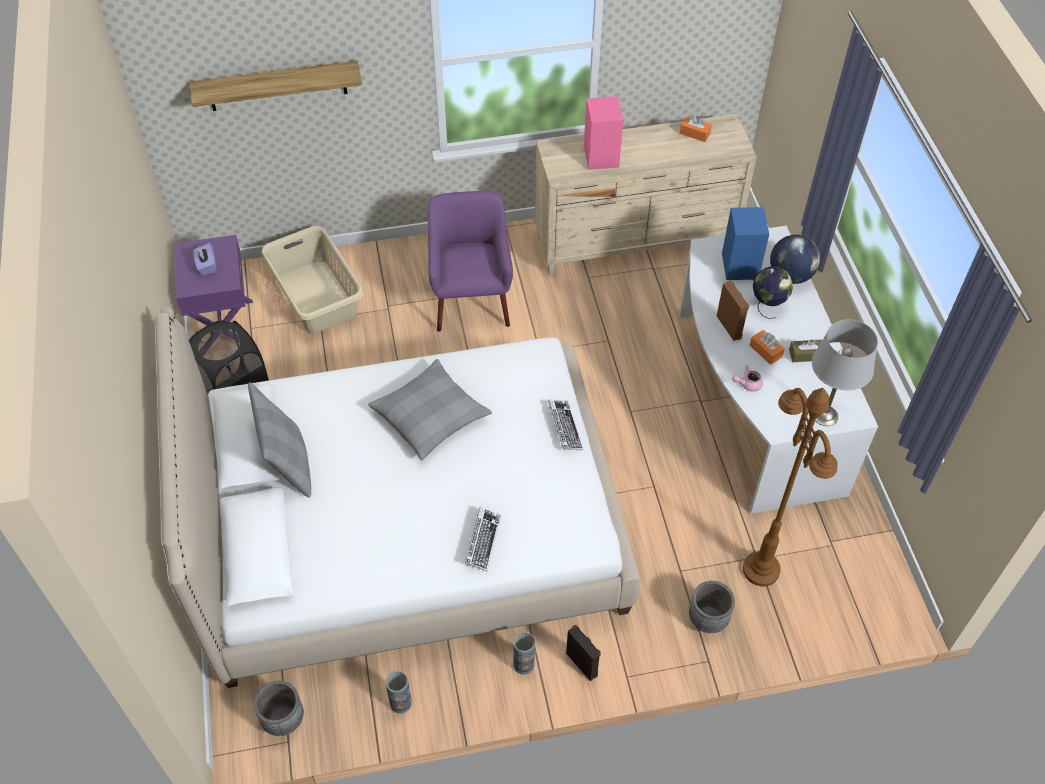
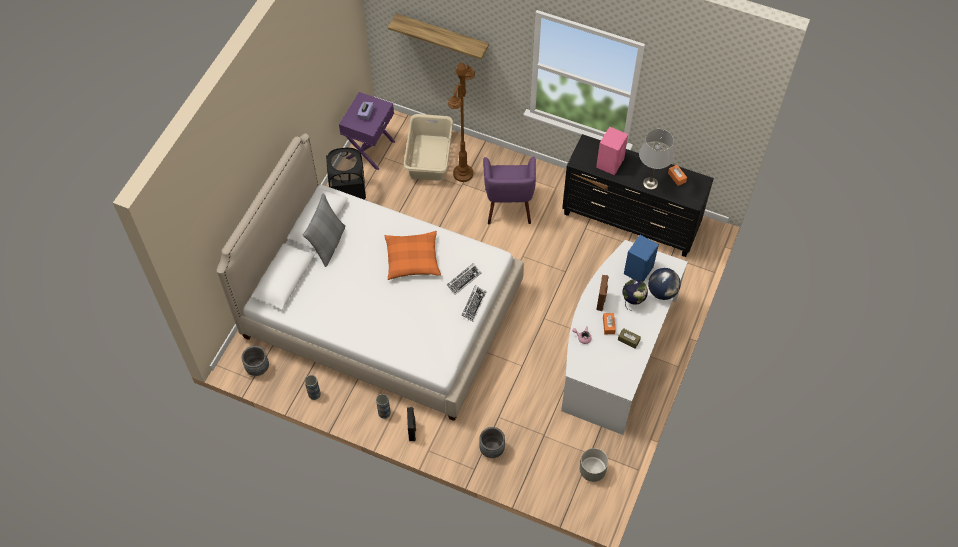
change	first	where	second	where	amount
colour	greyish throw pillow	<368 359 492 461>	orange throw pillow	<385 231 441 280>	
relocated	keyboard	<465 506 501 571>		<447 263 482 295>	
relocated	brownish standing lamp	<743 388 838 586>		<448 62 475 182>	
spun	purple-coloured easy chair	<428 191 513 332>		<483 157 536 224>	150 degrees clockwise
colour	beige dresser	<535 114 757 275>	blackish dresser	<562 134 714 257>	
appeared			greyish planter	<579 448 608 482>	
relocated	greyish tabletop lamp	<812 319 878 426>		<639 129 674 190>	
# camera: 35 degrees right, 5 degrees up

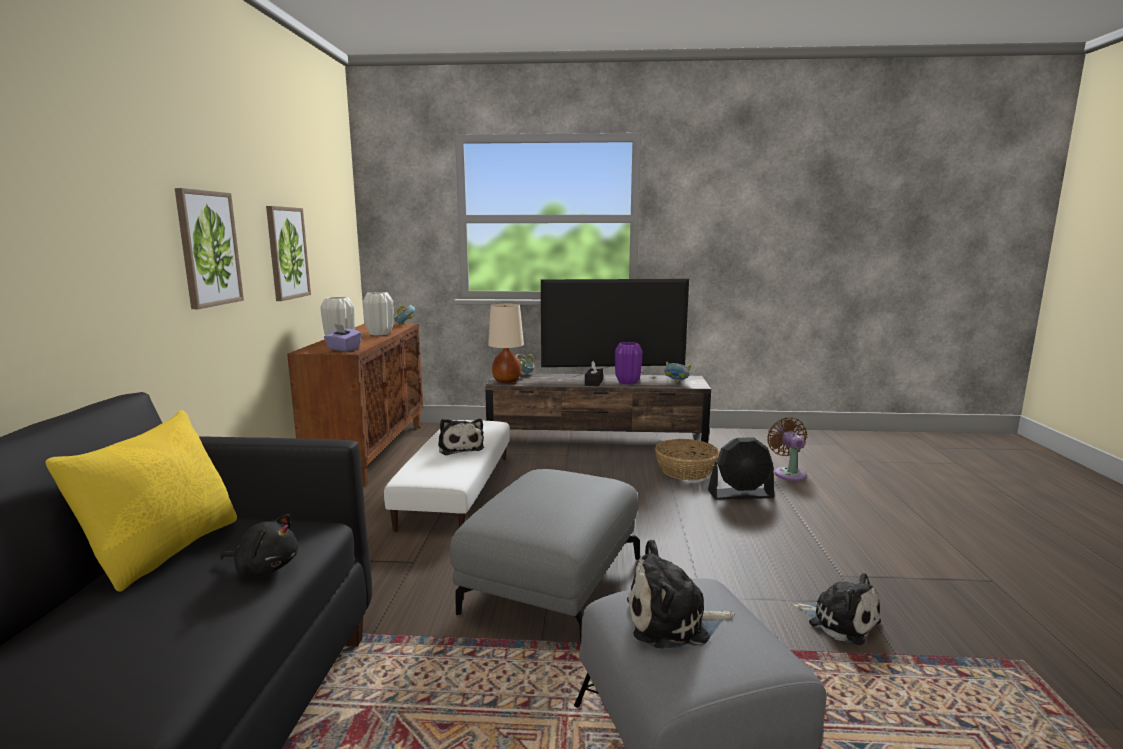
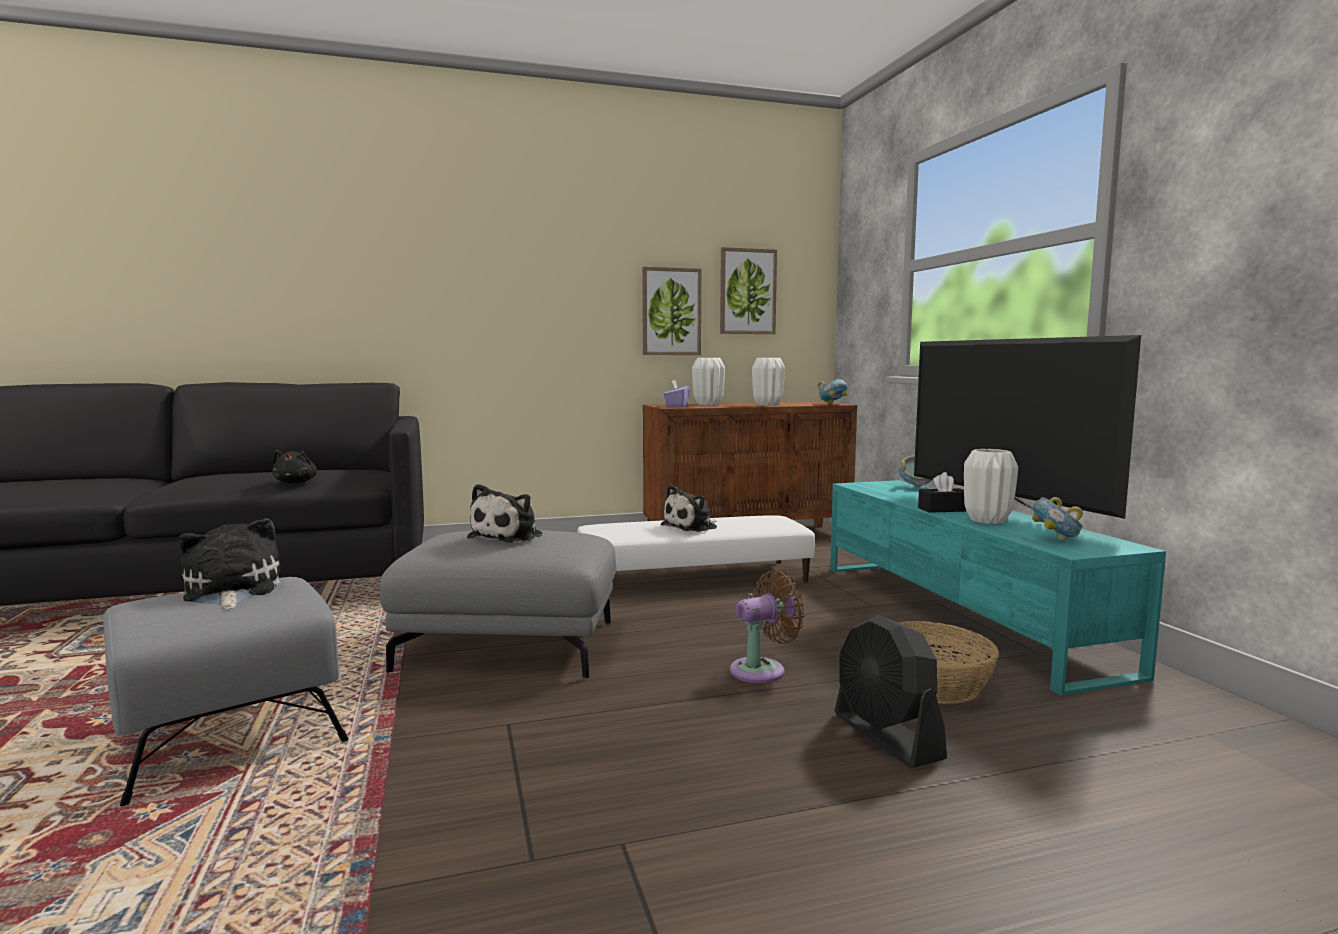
change	first	where	second	where	amount
relocated	cuddly toy	<791 573 881 645>		<467 484 543 542>	
relocated	wall art	<175 188 244 309>		<720 247 777 334>	
relocated	brownish electric fan	<767 417 807 481>		<730 570 805 683>	
colour	brownish tv stand	<485 373 711 448>	turquoise tv stand	<830 480 1166 696>	
colour	purple-coloured decorative vase	<615 342 643 384>	whitish decorative vase	<964 449 1018 524>	
missing	yellowish throw pillow	<45 410 237 592>			
missing	beige tabletop lamp	<488 303 524 383>			
# camera: 70 degrees right, 5 degrees down

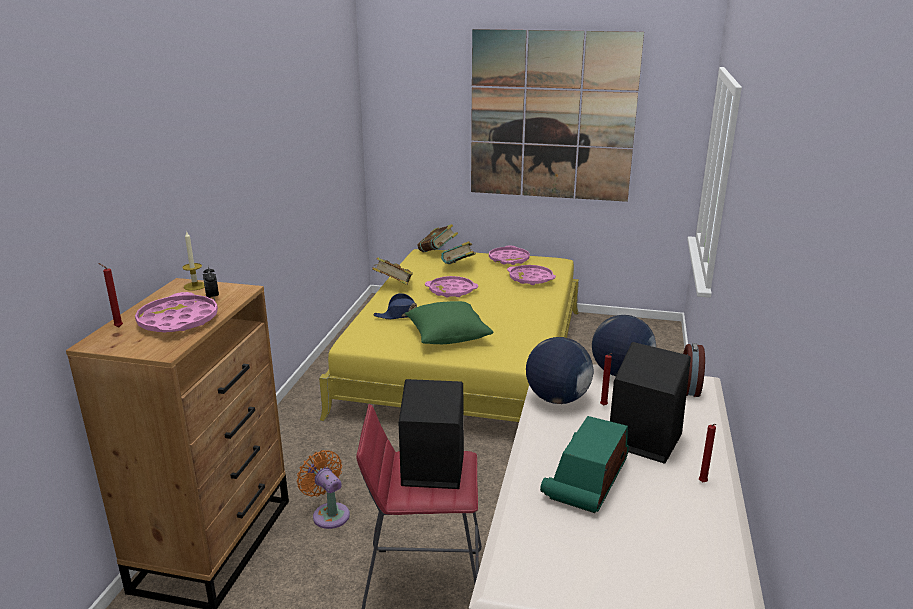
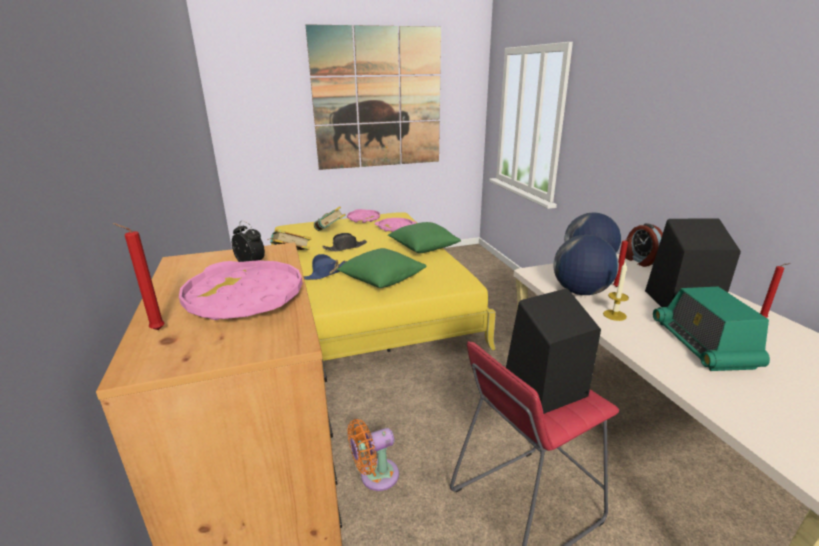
change	first	where	second	where	amount
exchanged	pinkish tray	<425 276 478 297>	blackish clothing hat	<322 233 367 252>	
spun	orange electric fan	<297 450 350 529>		<347 419 399 491>	45 degrees counterclockwise
appeared			green-coloured throw pillow	<388 222 461 253>	
relocated	candle	<182 230 205 291>		<603 261 629 321>	
missing	volume	<418 224 458 253>			
# camera: 30 degrees left, 0 degrees up

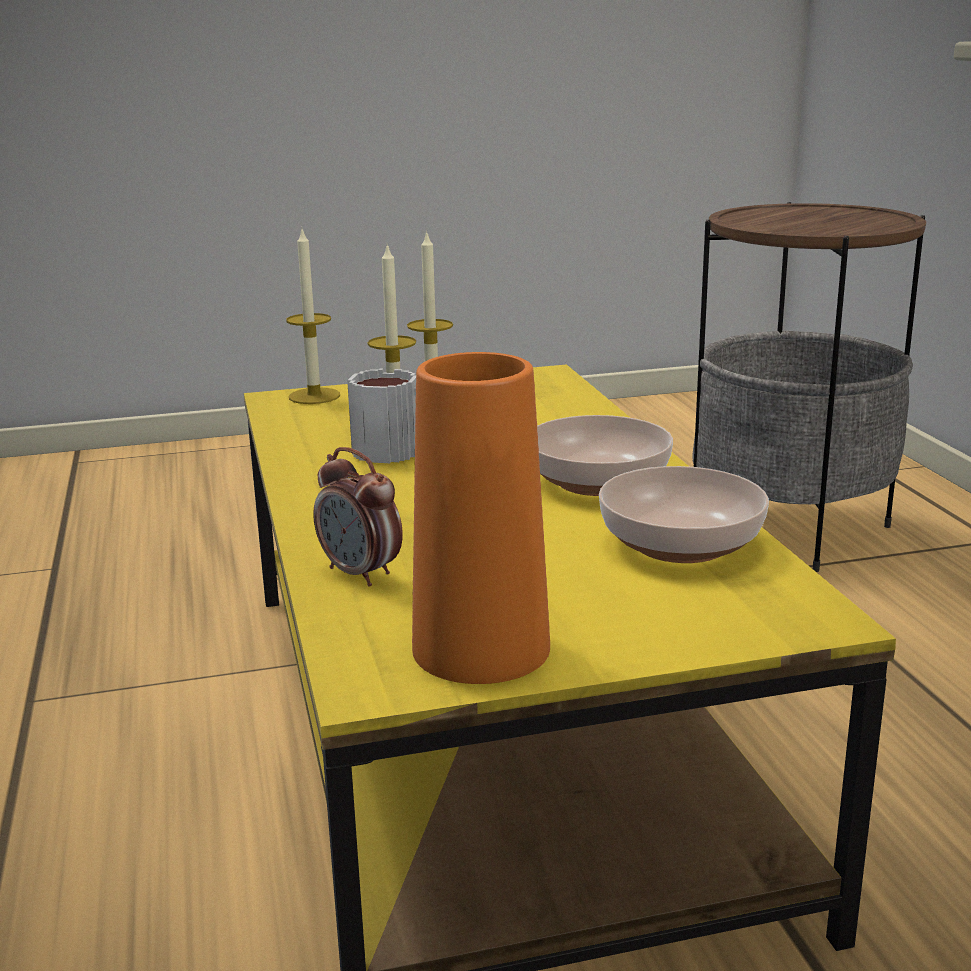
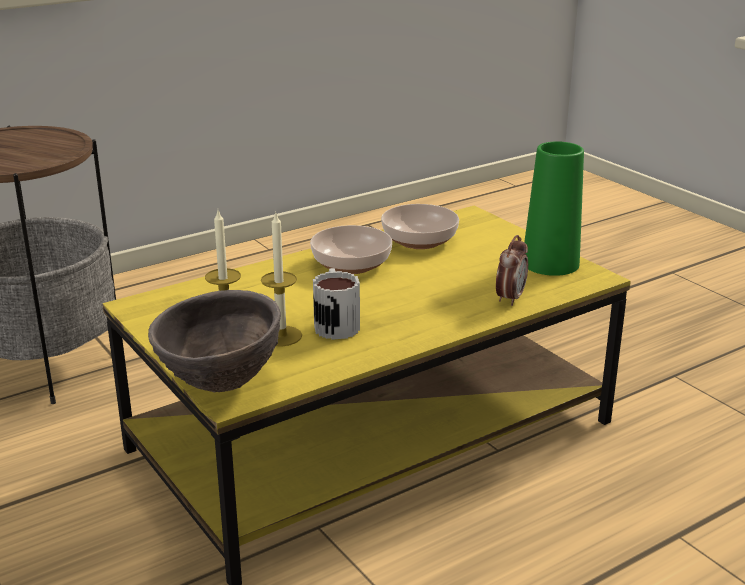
change	first	where	second	where	amount
exchanged	candle	<286 230 340 404>	brownish serving bowl	<148 290 281 392>	
colour	orange decorative vase	<412 352 550 684>	green-coloured decorative vase	<524 141 584 276>	
# camera: 110 degrees left, 5 degrees up

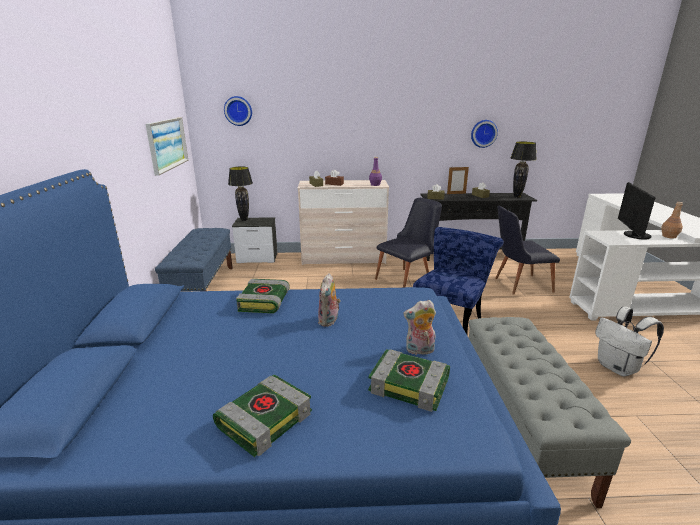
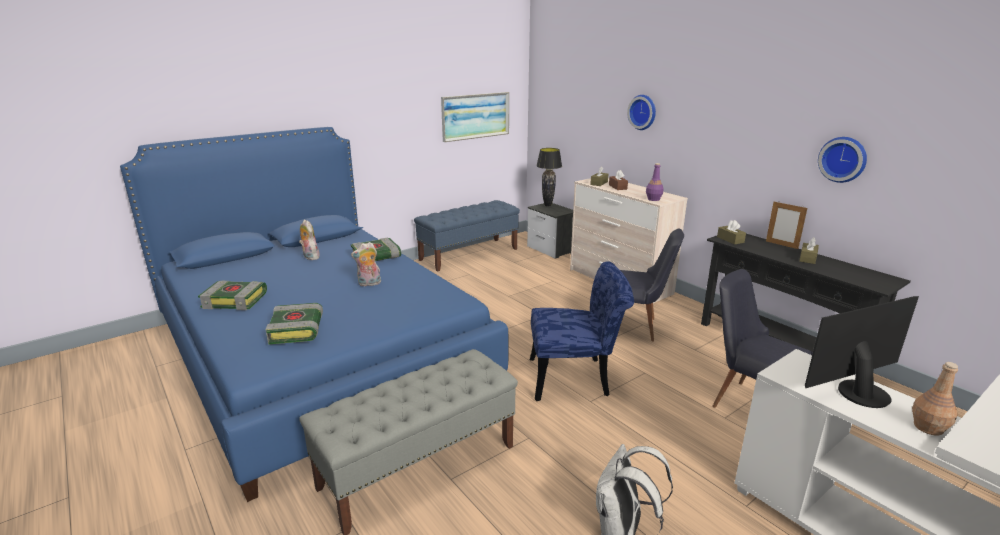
change	first	where	second	where	amount
relocated	cuddly toy	<403 300 436 355>		<299 219 320 260>	
relocated	wall clock	<224 96 252 126>		<627 95 656 130>	
missing	blackish tabletop lamp	<511 142 537 198>			
# camera: 55 degrees right, 0 degrees up

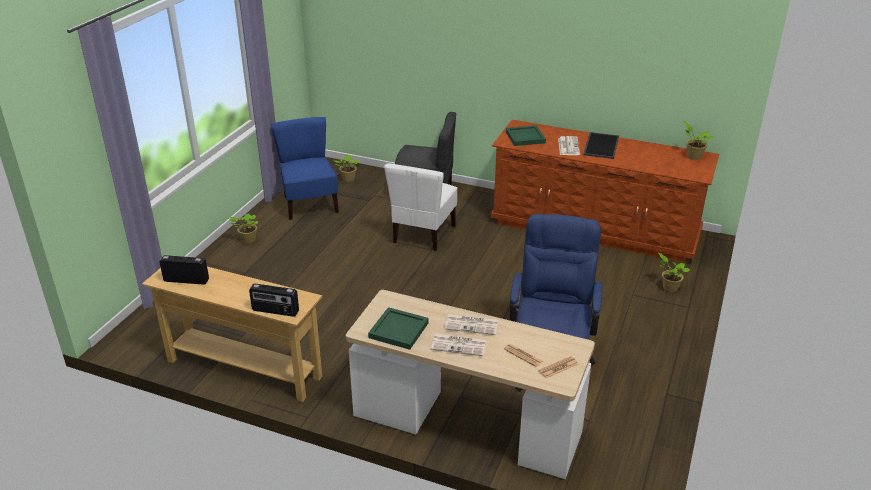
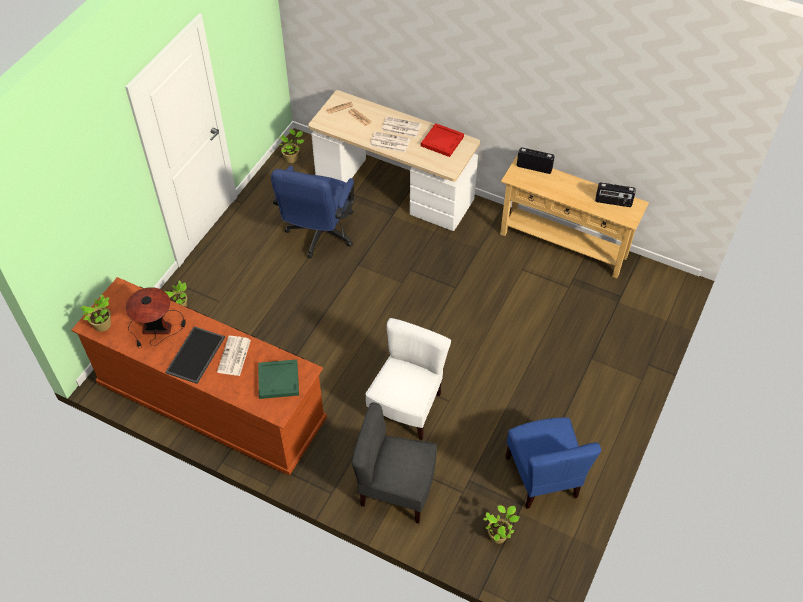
change	first	where	second	where	amount
appeared			tabletop lamp	<126 287 186 348>	
relocated	potted plant	<229 213 258 244>		<279 129 305 163>	
colour	green-coloured tray	<368 307 429 350>	reddish tray	<421 123 464 157>	
# camera: 175 degrees left, 20 degrees up

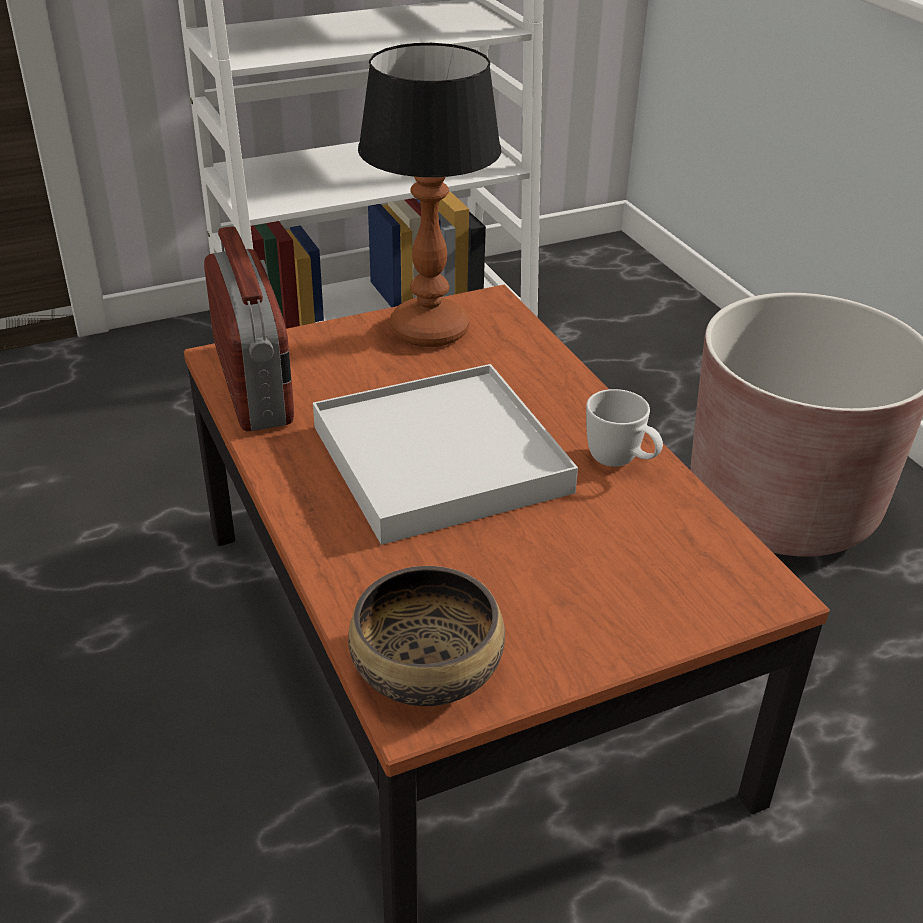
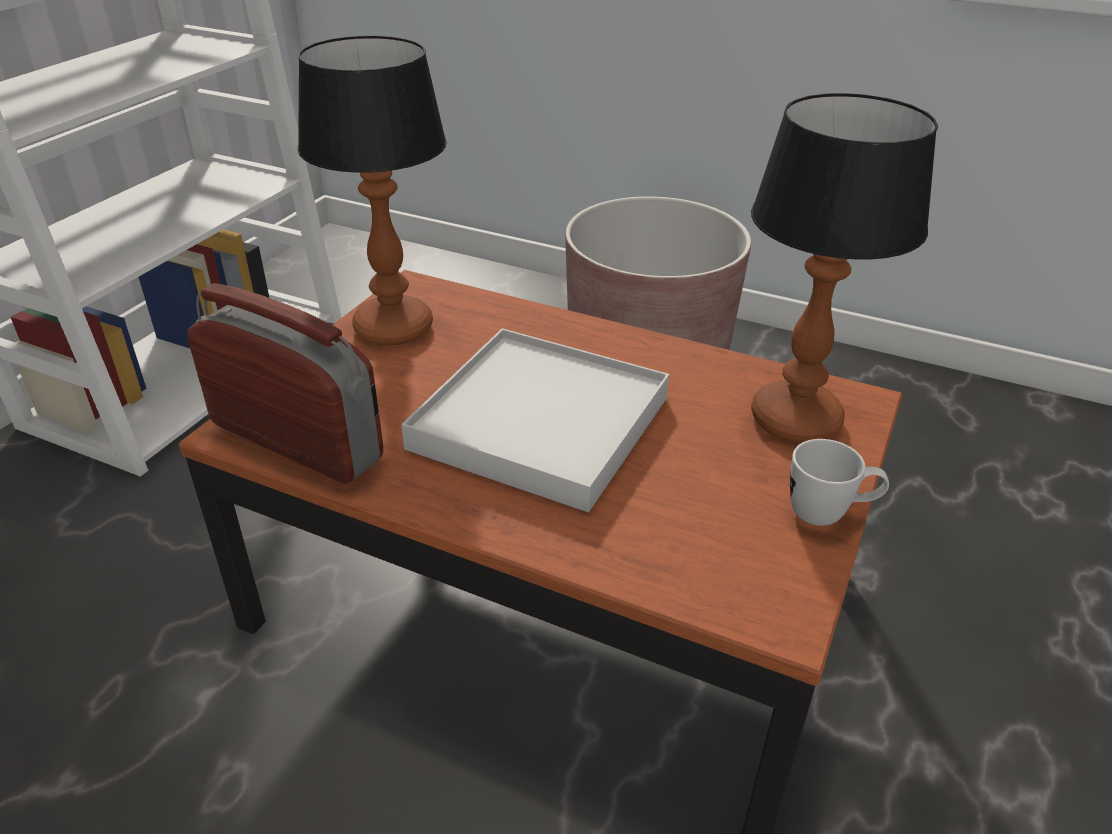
change	first	where	second	where	amount
appeared			tabletop lamp	<751 93 938 443>	
relocated	whitish tea mug	<586 389 663 467>		<790 439 889 526>	
missing	serving bowl	<348 566 505 706>			
# camera: 40 degrees left, 0 degrees up

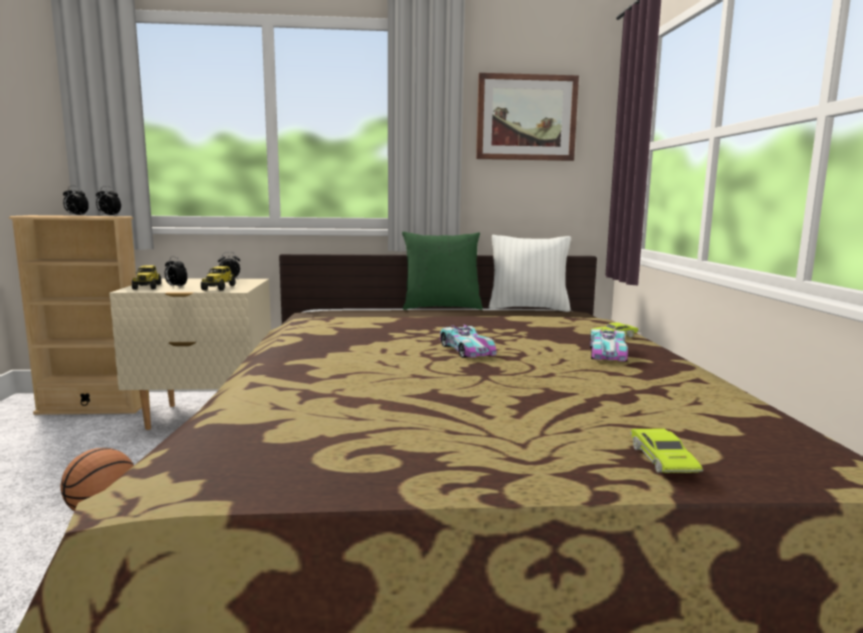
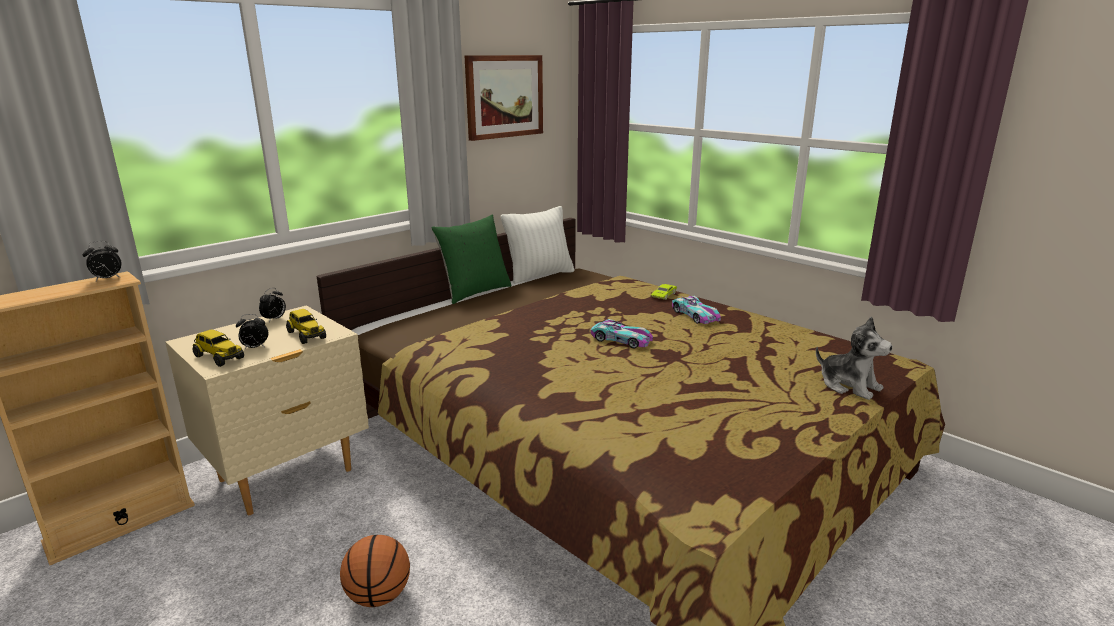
change	first	where	second	where	amount
exchanged	green-coloured toy car	<630 429 703 473>	cuddly toy	<816 317 893 400>	
missing	table clock	<63 186 89 216>			
# camera: 40 degrees left, 10 degrees up

